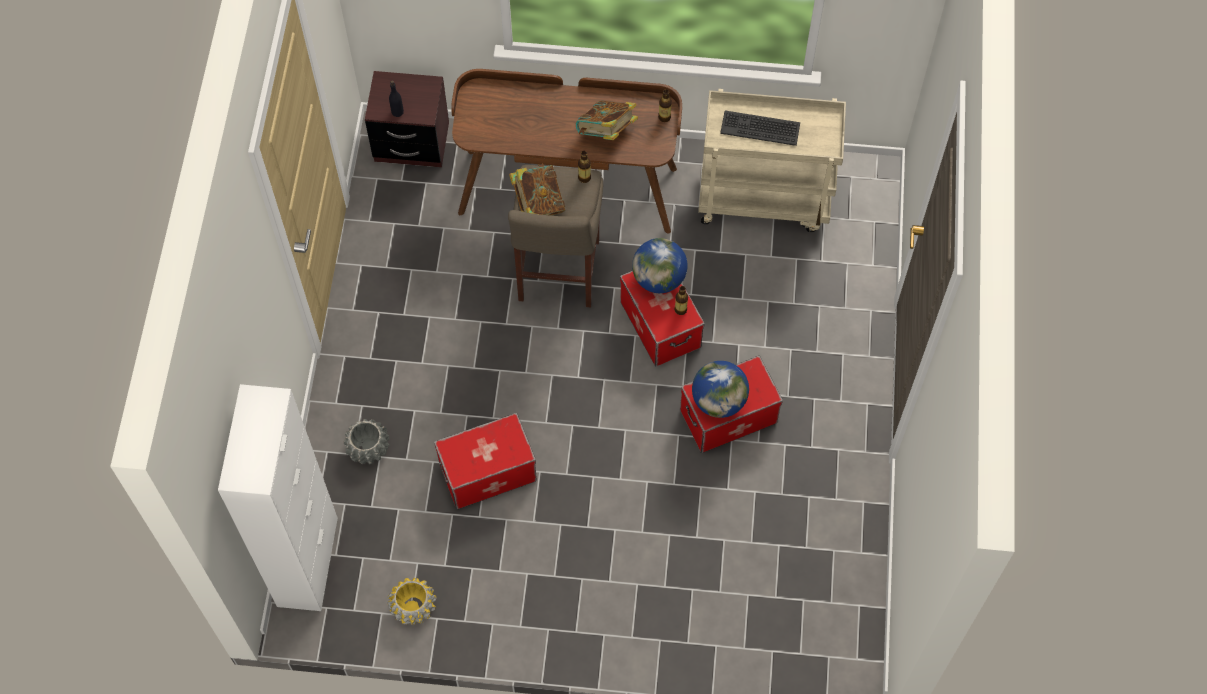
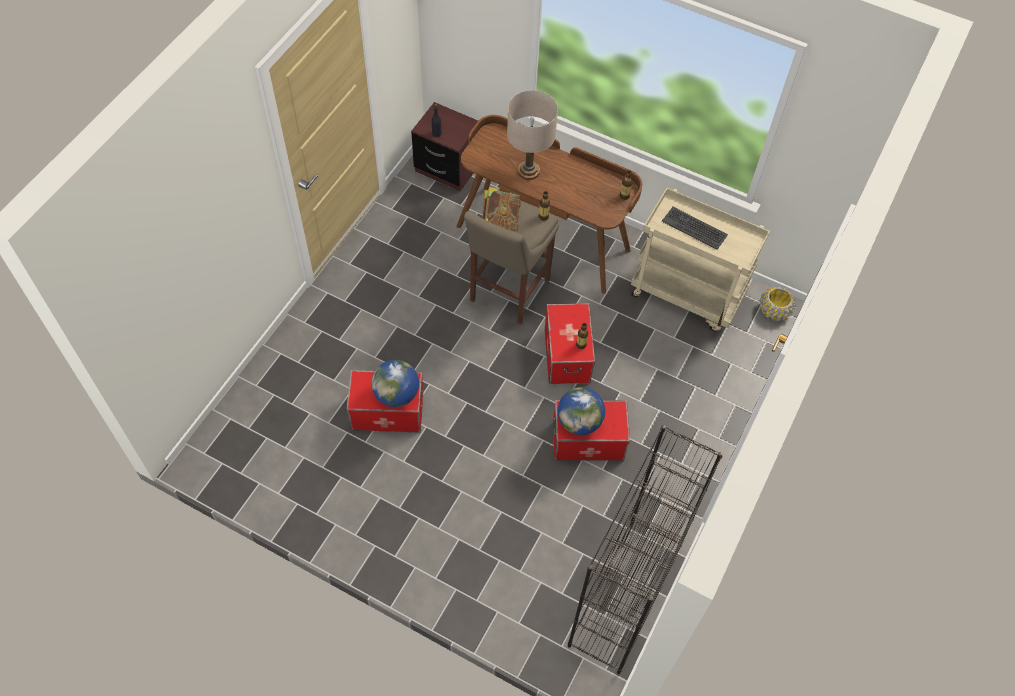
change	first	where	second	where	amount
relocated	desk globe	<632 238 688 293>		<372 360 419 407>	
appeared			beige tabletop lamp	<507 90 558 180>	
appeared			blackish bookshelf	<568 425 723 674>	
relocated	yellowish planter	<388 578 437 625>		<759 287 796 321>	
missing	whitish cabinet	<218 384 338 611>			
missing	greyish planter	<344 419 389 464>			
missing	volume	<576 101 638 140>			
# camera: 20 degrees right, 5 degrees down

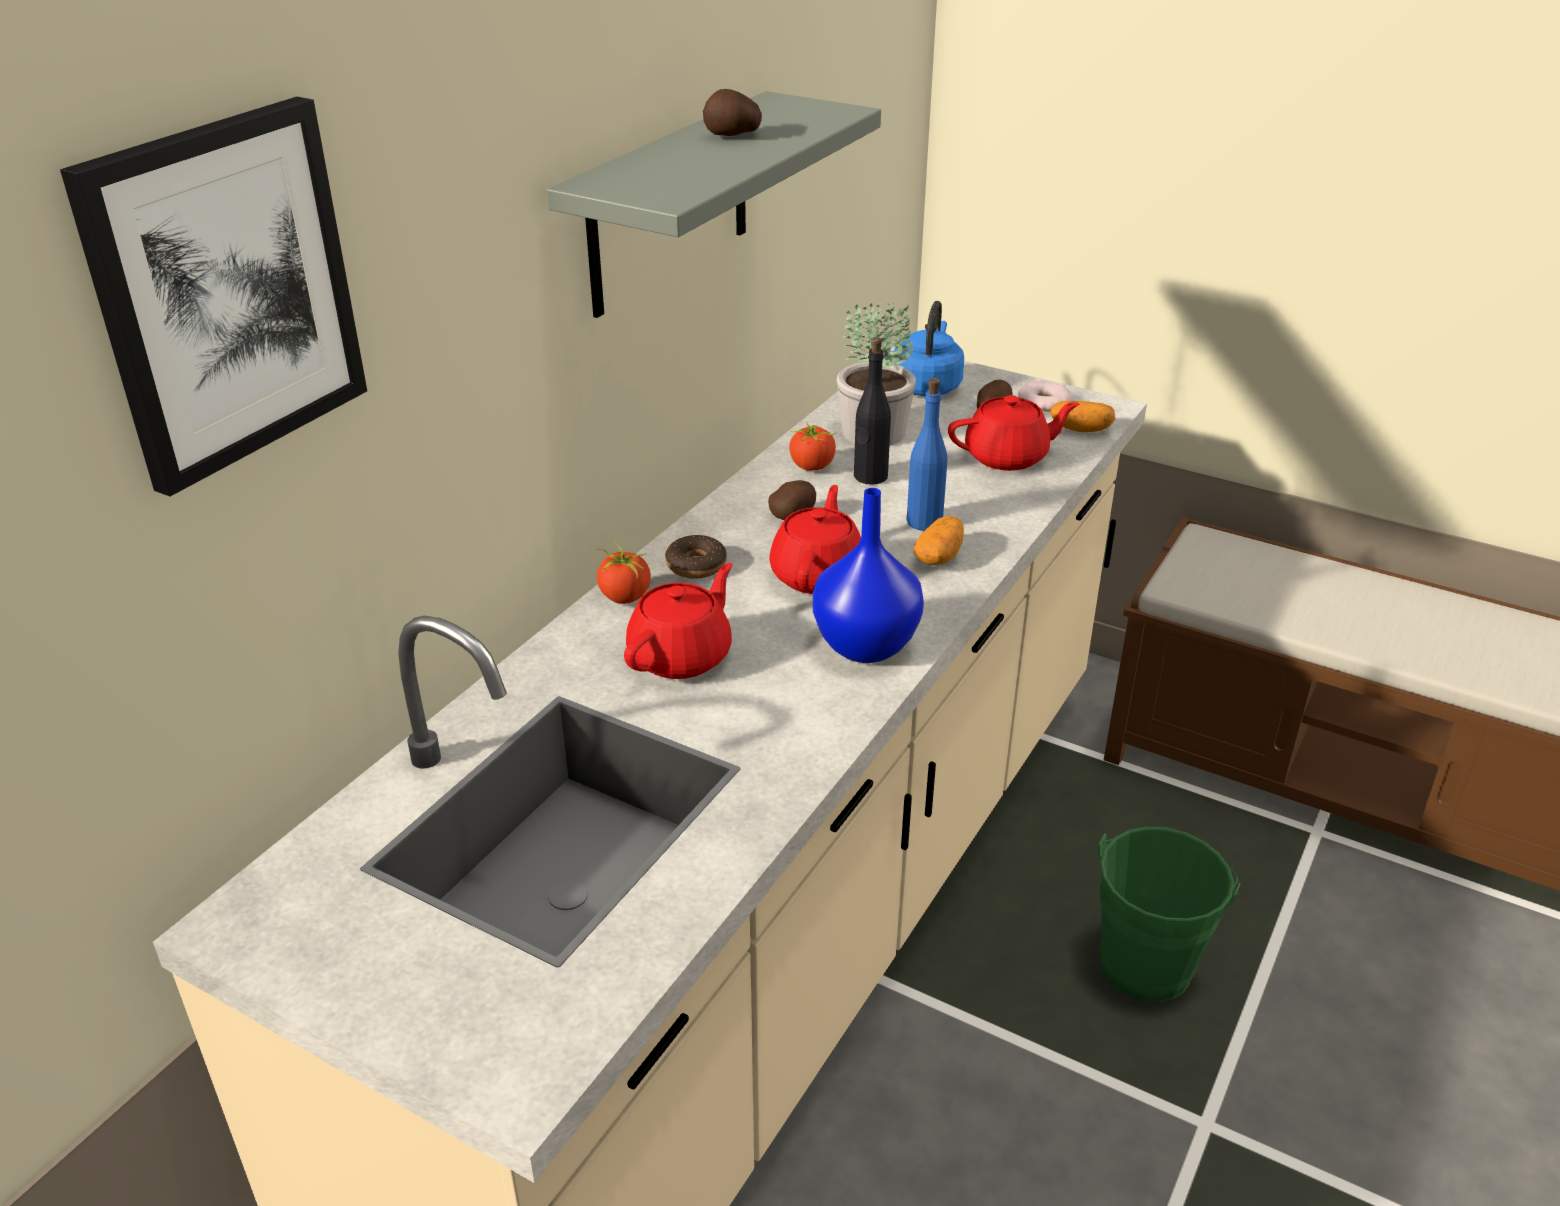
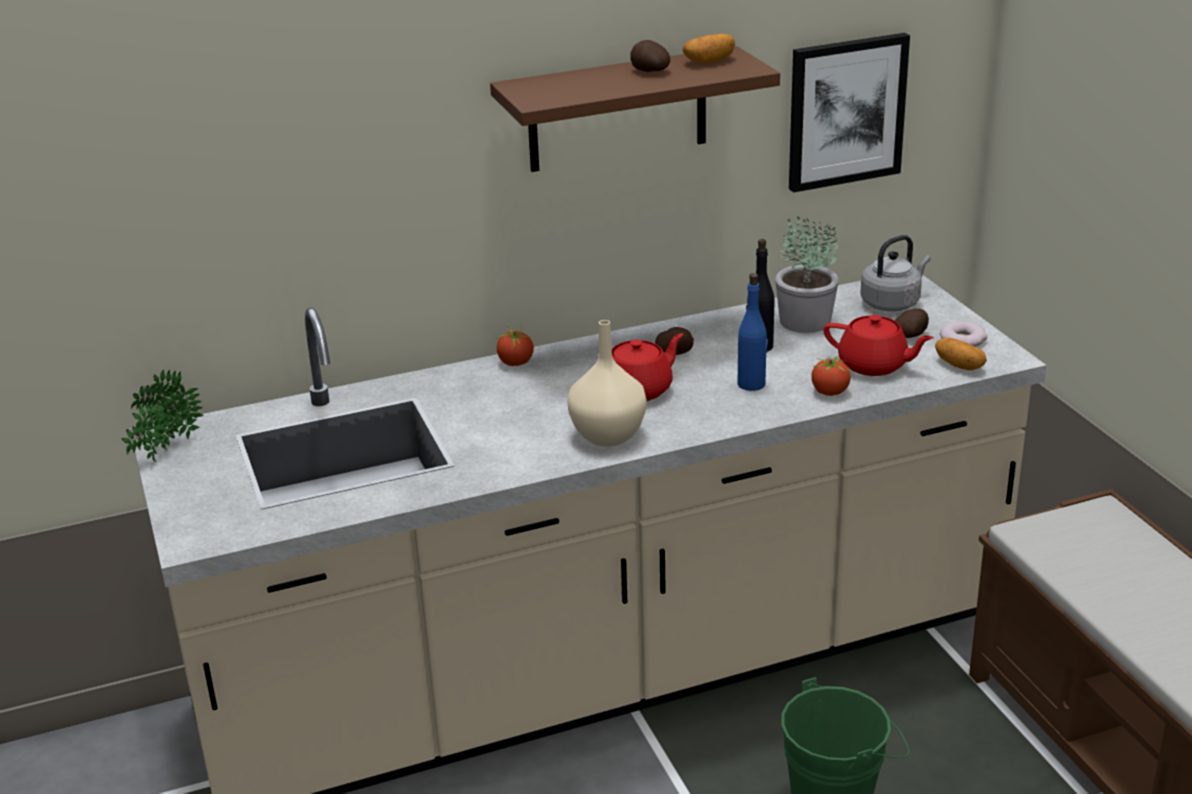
change	first	where	second	where	amount
appeared			potted plant	<121 369 204 462>	
colour	greyish bracket shelf	<547 91 881 318>	brownish bracket shelf	<490 46 780 172>	
colour	blue decorative vase	<813 488 924 663>	beige decorative vase	<567 320 647 447>	
relocated	spud	<914 516 964 565>		<682 33 735 63>	
relocated	wall art	<60 97 367 496>		<789 33 910 193>	
relocated	whole tomato	<789 423 837 470>		<811 355 851 396>	
colour	blue kettle	<893 301 964 396>	greyish kettle	<861 235 930 312>	
missing	reddish teapot	<624 563 733 679>			
missing	ring doughnut	<665 535 727 579>			
# camera: 40 degrees right, 5 degrees down

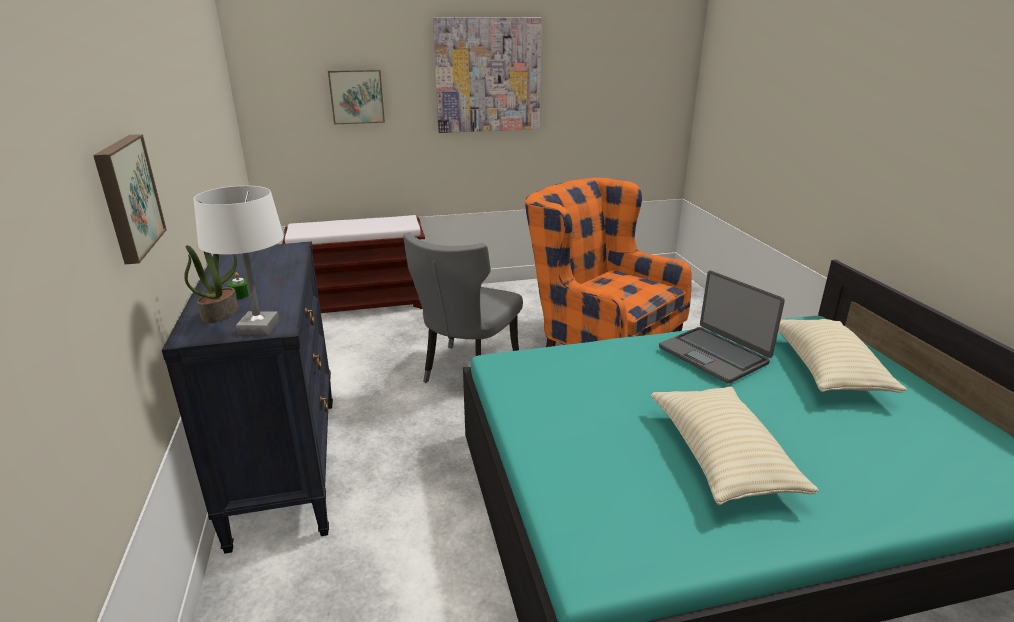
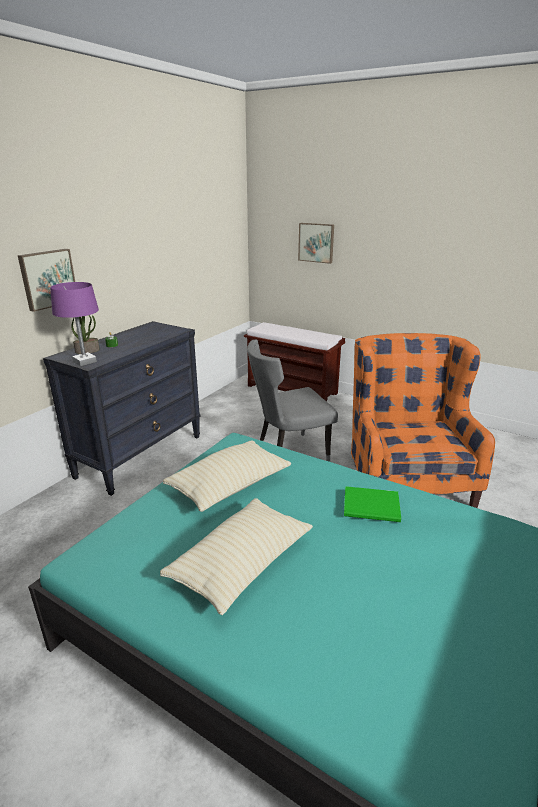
change	first	where	second	where	amount
colour	whitish tabletop lamp	<194 186 284 335>	purple-coloured tabletop lamp	<50 282 99 366>	
relocated	beige throw pillow	<778 319 907 393>		<163 440 292 512>	
exchanged	portable computer	<659 271 785 384>	green-coloured volume	<344 486 401 522>	
missing	wall art	<433 17 542 133>			
# camera: 45 degrees right, 0 degrees up

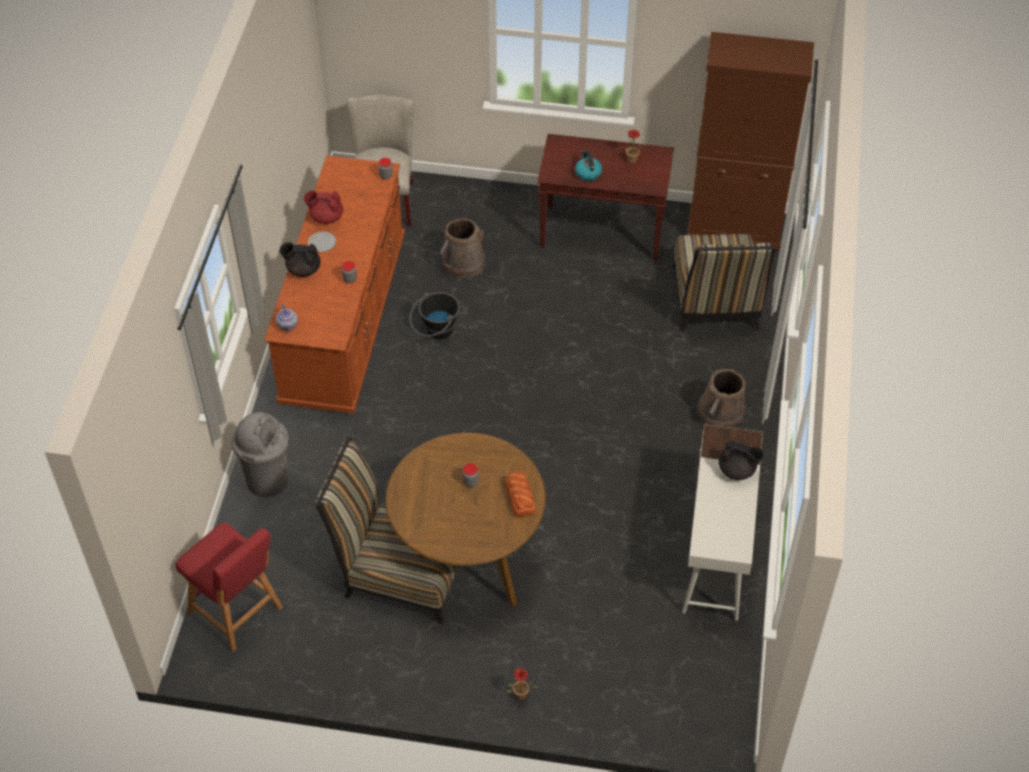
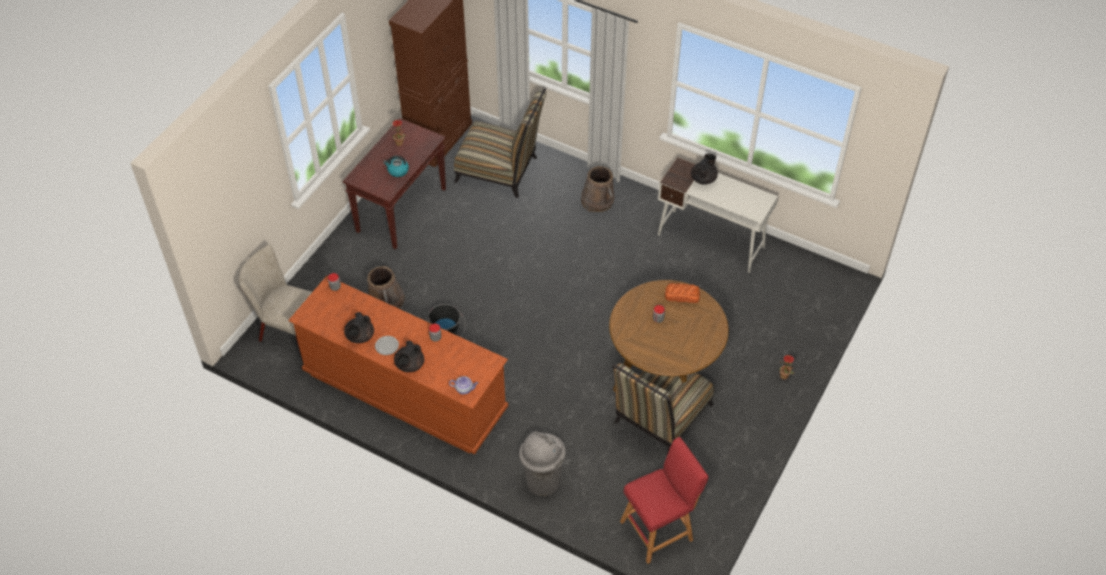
change	first	where	second	where	amount
colour	reddish teapot	<304 191 343 224>	blackish teapot	<344 312 374 343>	
# camera: 70 degrees left, 0 degrees up

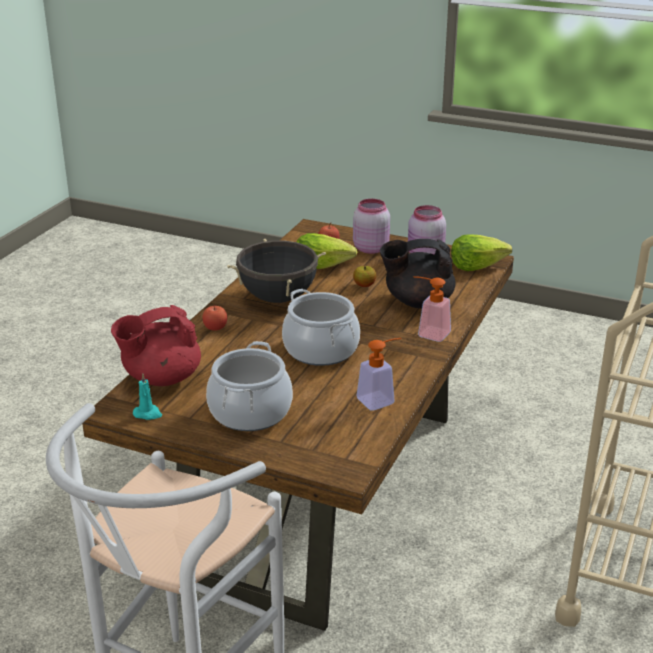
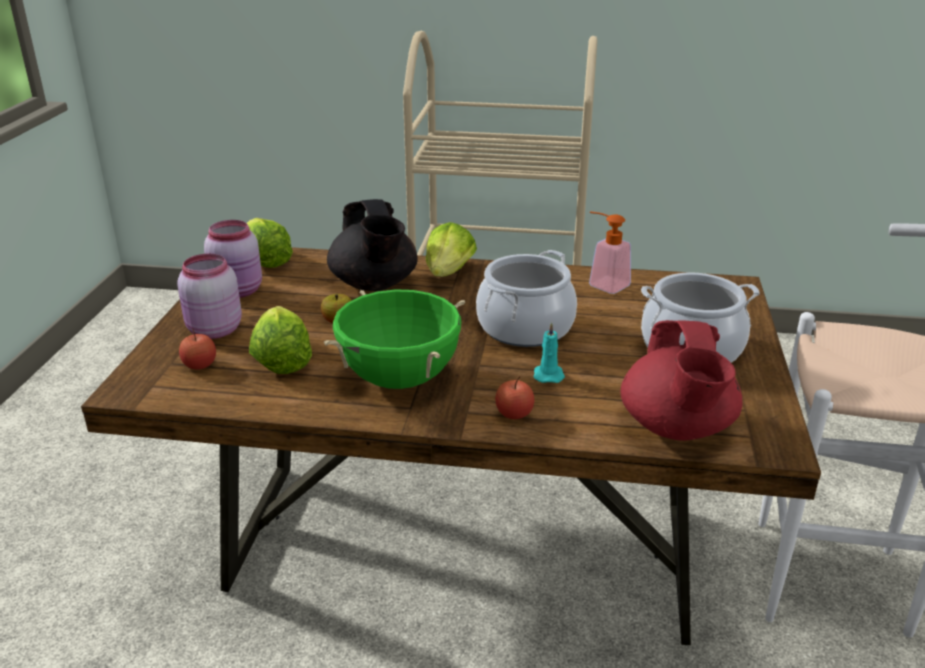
change	first	where	second	where	amount
colour	blackish cooking pot	<227 238 326 303>	green-coloured cooking pot	<324 289 465 389>	
exchanged	liquid soap bottle	<414 276 451 342>	lettuce head	<426 222 477 277>	
relocated	turquoise candle	<133 373 162 420>		<534 322 565 383>	
spun	reddish teapot	<111 305 201 386>		<620 320 742 441>	45 degrees clockwise
# camera: 105 degrees left, 0 degrees up

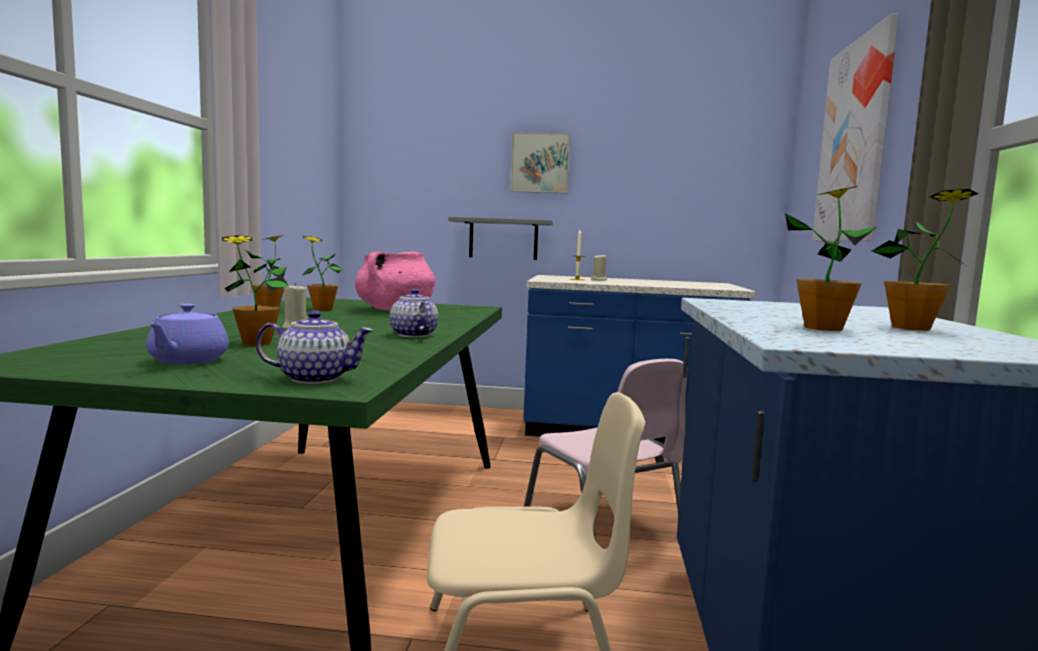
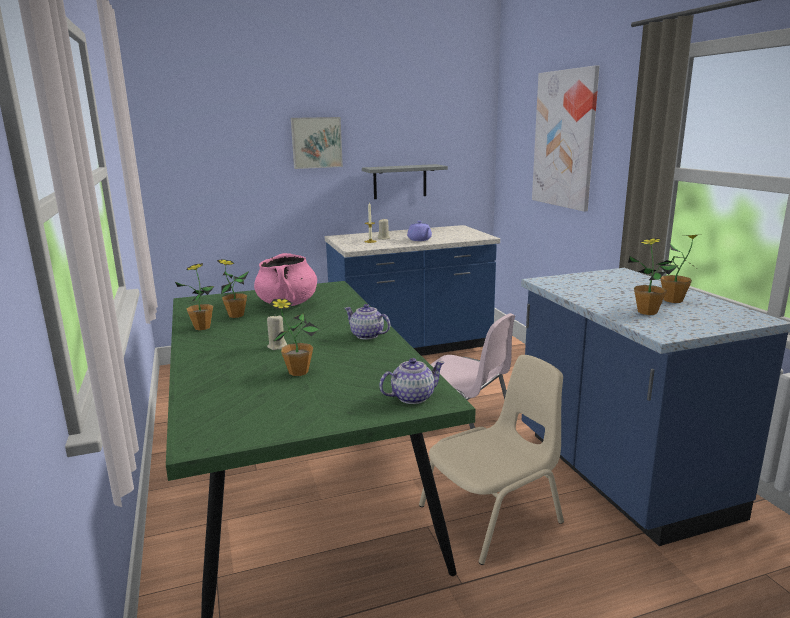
change	first	where	second	where	amount
relocated	greyish bracket shelf	<448 216 553 260>		<362 164 448 199>	
relocated	purple-coloured teapot	<146 304 229 365>		<407 221 432 241>	
# camera: 25 degrees left, 10 degrees up

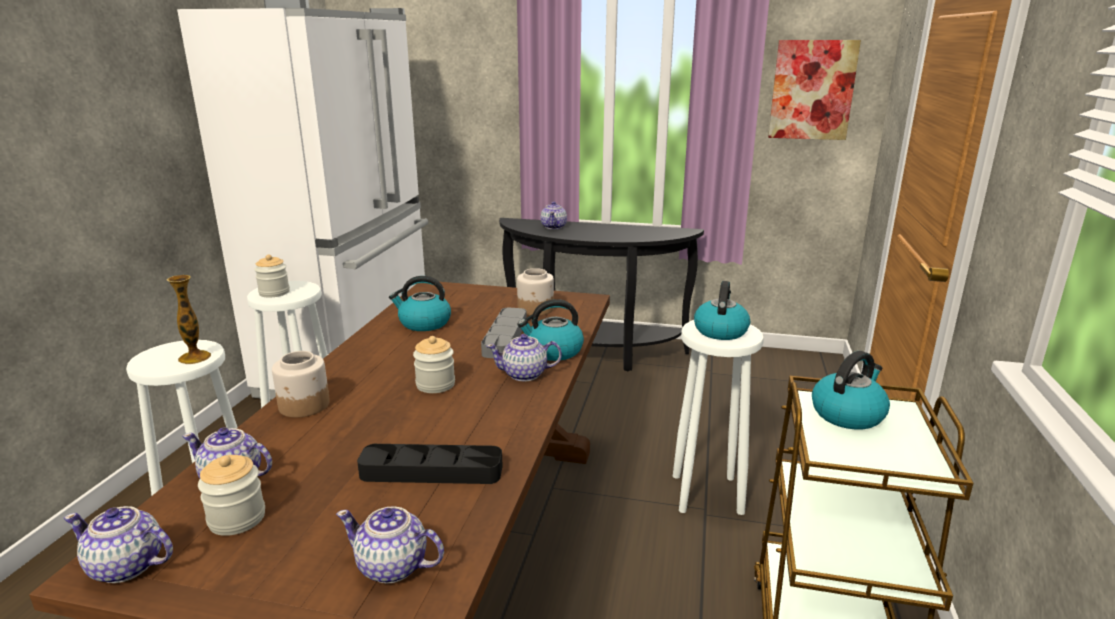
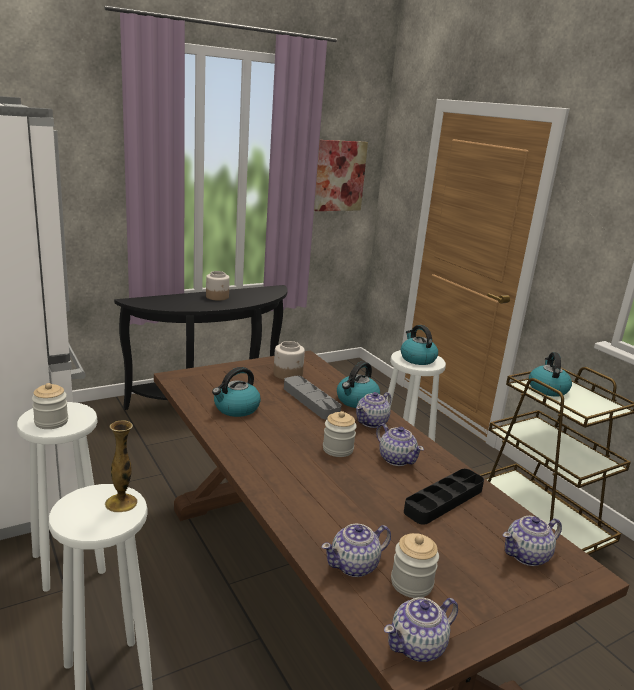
change	first	where	second	where	amount
relocated	preserve jar	<272 351 330 418>		<206 271 230 301>	
relocated	teapot	<541 201 567 229>		<376 423 424 466>	
# camera: 45 degrees left, 0 degrees up

